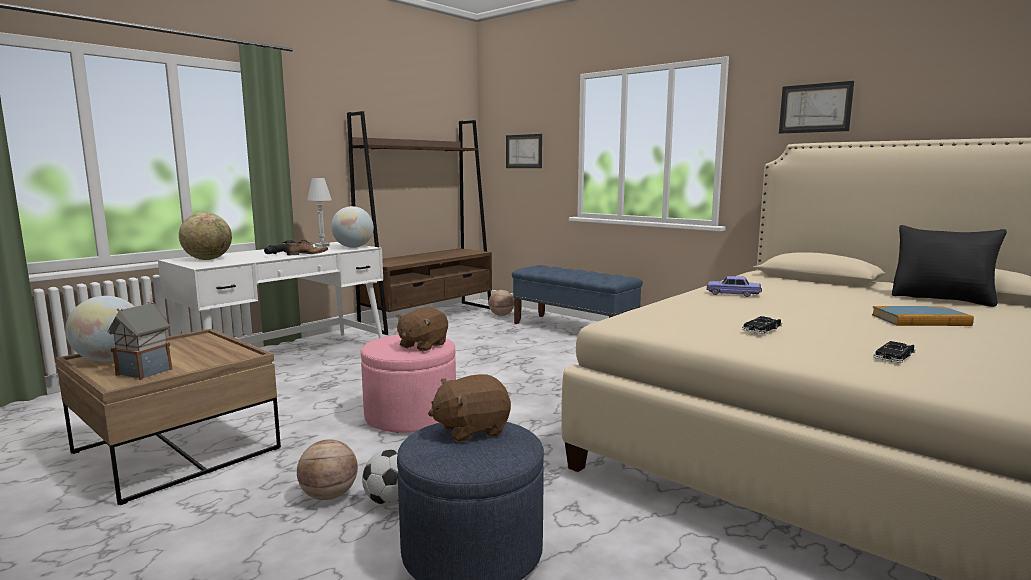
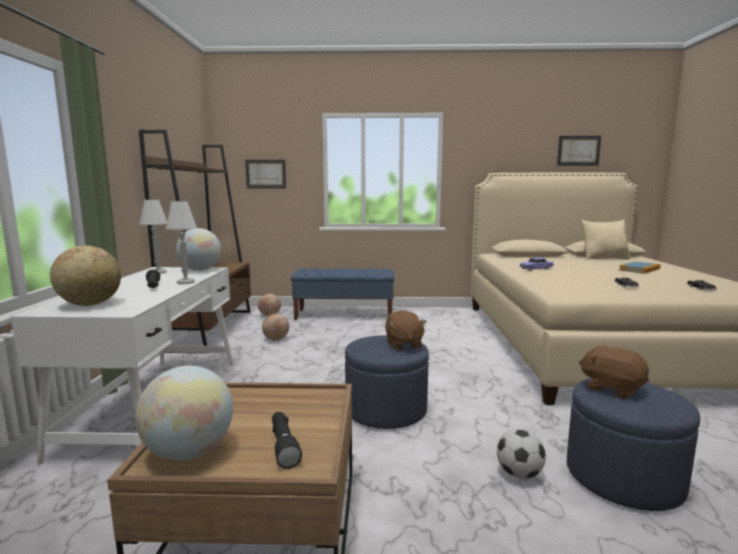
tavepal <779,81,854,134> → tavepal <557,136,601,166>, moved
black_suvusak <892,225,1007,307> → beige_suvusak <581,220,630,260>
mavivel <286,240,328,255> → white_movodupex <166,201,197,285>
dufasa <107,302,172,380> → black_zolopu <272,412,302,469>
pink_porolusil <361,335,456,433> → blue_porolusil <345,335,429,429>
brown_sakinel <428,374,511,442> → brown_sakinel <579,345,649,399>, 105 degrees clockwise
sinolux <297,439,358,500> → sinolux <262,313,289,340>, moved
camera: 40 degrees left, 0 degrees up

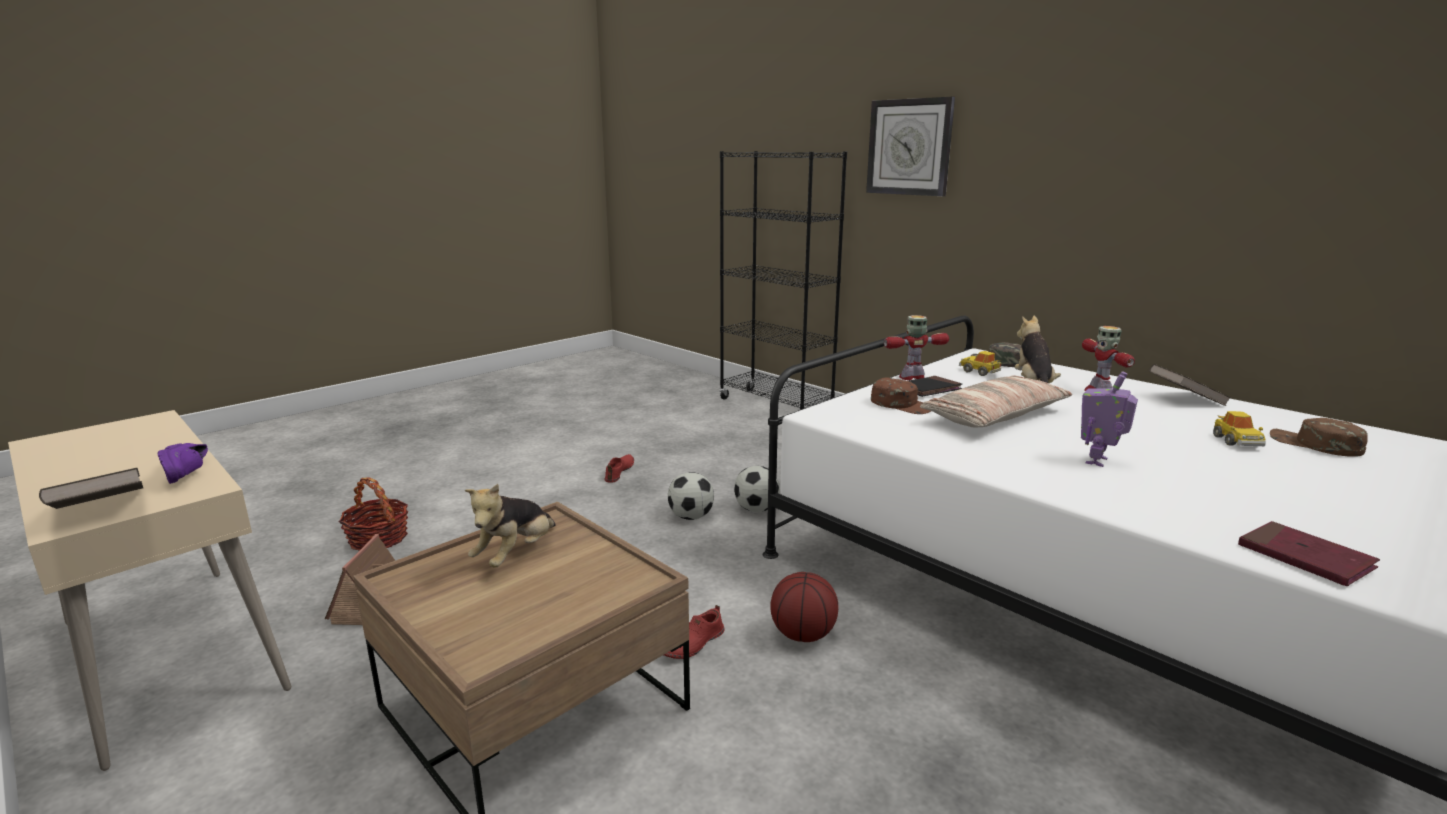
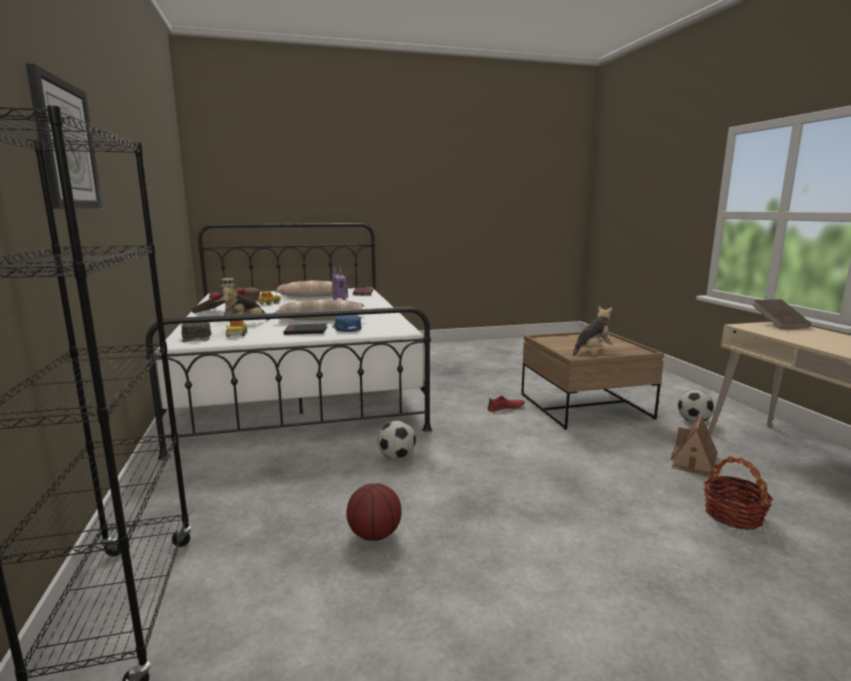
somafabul <884,315,949,380> → -
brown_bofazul <871,378,931,414> → blue_bofazul <332,315,361,332>
purple_mavivel <158,443,208,484> → -
red_mavivel <604,454,634,483> → -
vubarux <668,472,714,520> → vubarux <678,390,714,422>, moved
sinolux <770,572,838,642> → sinolux <346,483,401,541>, moved
- → suvusak <275,281,348,297>
camera: 150 degrees left, 5 degrees down

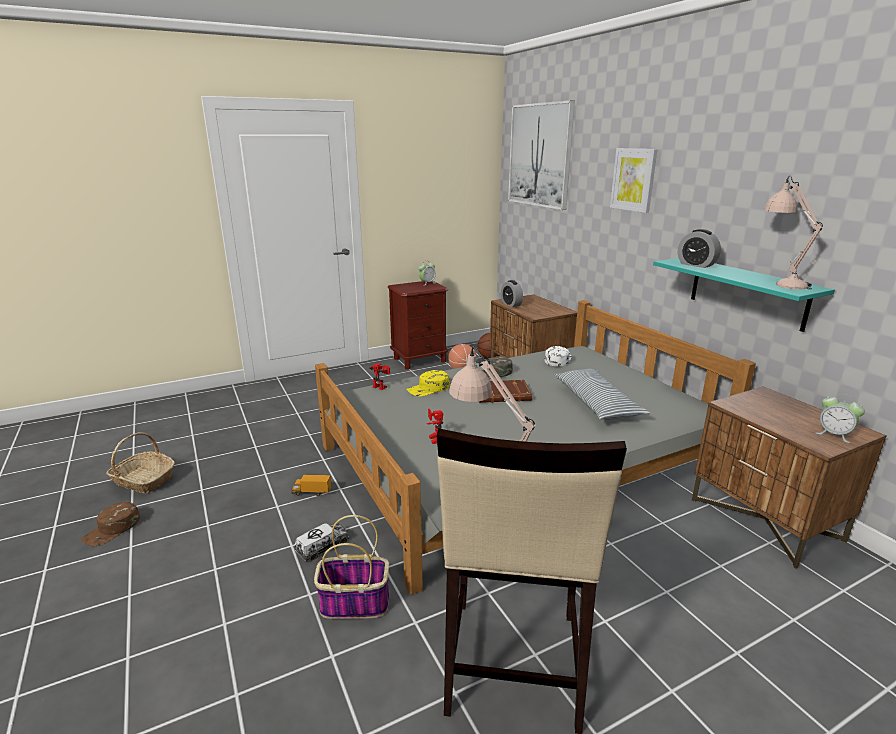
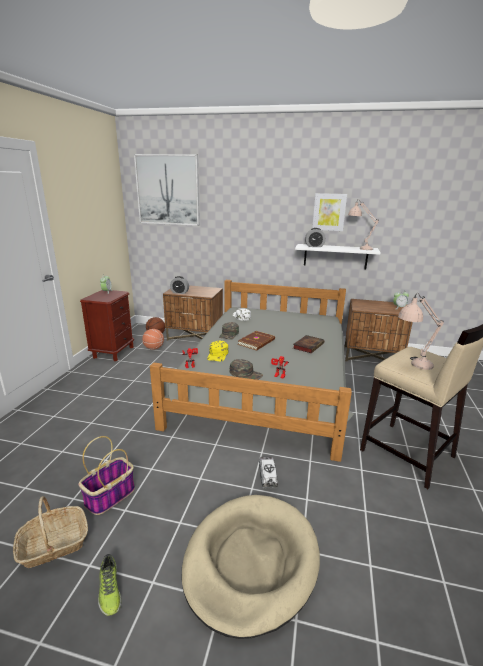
tavepal <610,148,657,213> → tavepal <312,193,347,231>, moved
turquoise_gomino <653,258,835,332> → white_gomino <295,244,381,269>
suvusak <554,369,650,420> → -
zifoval <291,474,332,496> → -
brown_bofazul <81,502,140,546> → mavivel <98,554,122,616>
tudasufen <314,515,389,619> → tudasufen <79,436,135,515>, moved
- → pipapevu <293,335,324,353>
- → green_bofazul <229,359,263,380>
- → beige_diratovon <182,495,320,639>
camera: 50 degrees left, 0 degrees up

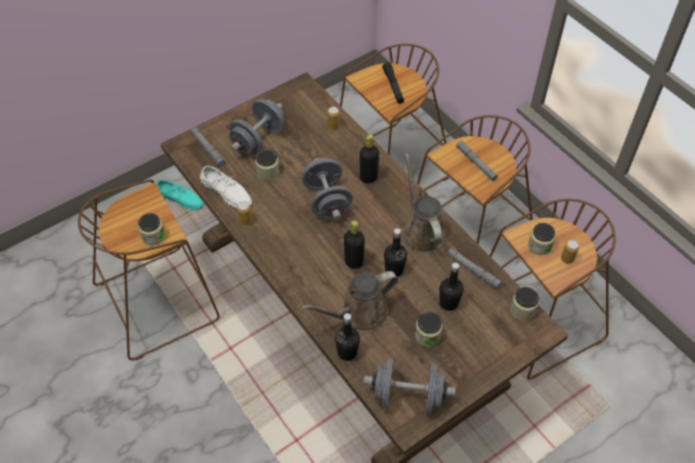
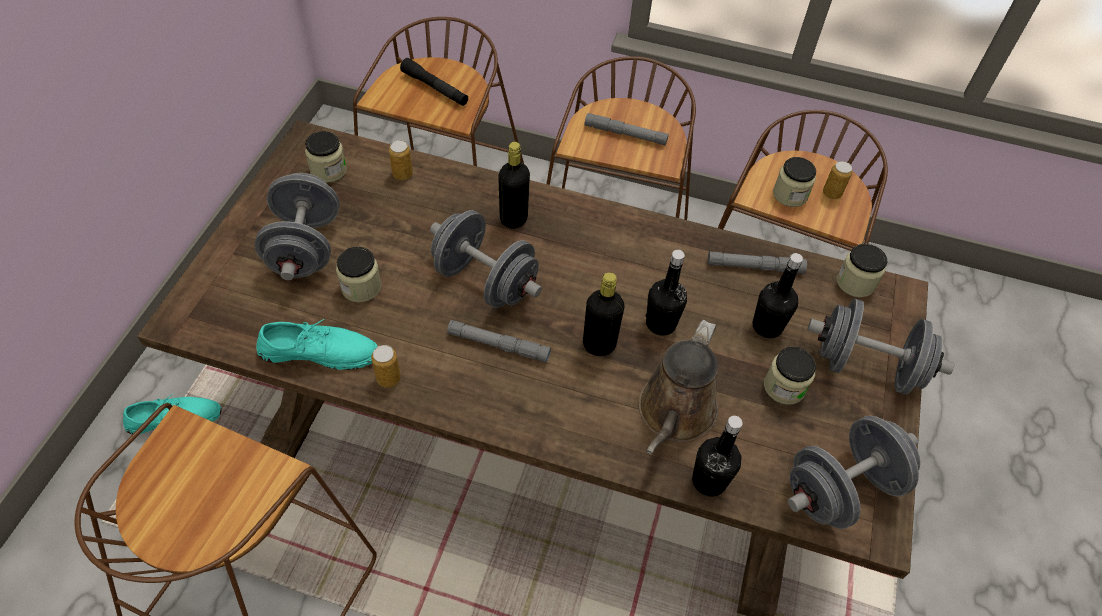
grey_zolopu <191,127,225,167> → grey_zolopu <447,320,551,363>, moved
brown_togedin <402,154,445,253> → -
white_mavivel <200,166,252,209> → turquoise_mavivel <256,319,378,370>
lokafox <138,213,165,246> → lokafox <305,131,347,183>, moved
- → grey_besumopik <807,299,954,395>
camera: 40 degrees left, 0 degrees up

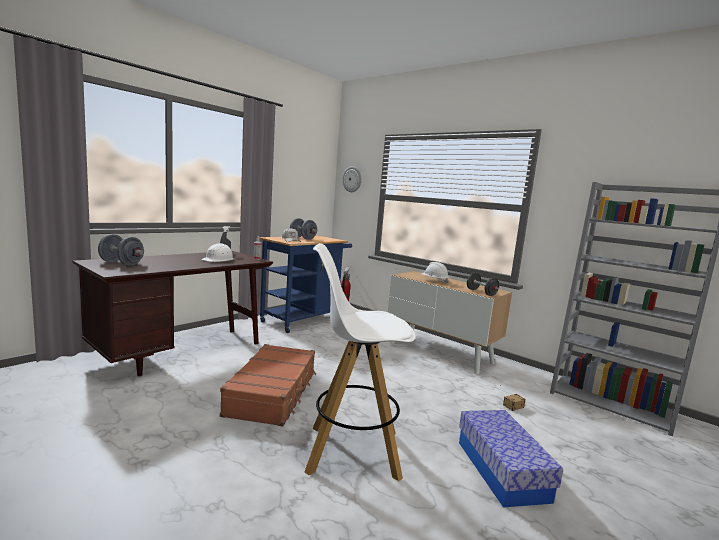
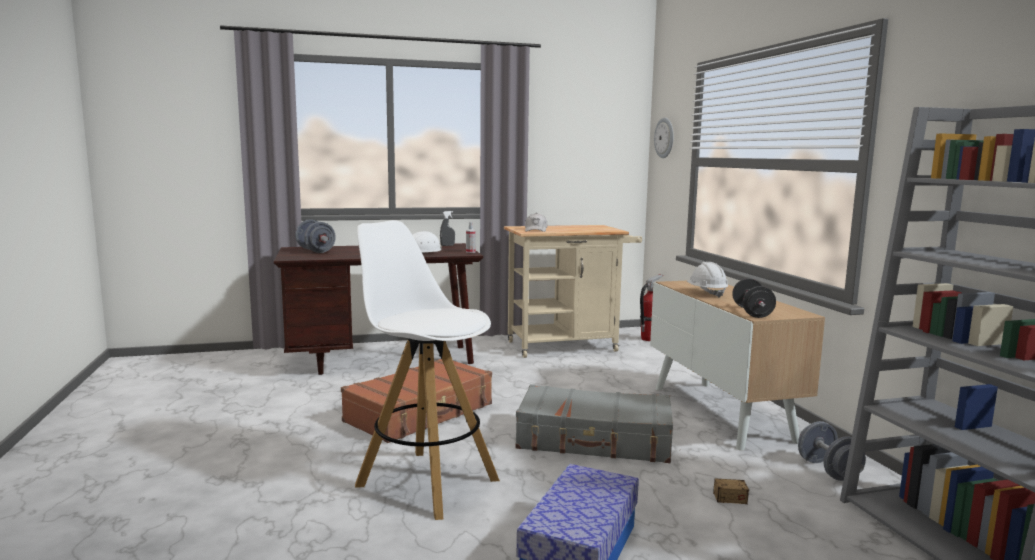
grey_besumopik <290,218,317,240> → grey_besumopik <798,421,866,481>, moved
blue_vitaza <259,235,352,333> → beige_vitaza <504,225,642,358>
- → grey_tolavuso <515,384,673,463>
camera: 35 degrees right, 0 degrees up

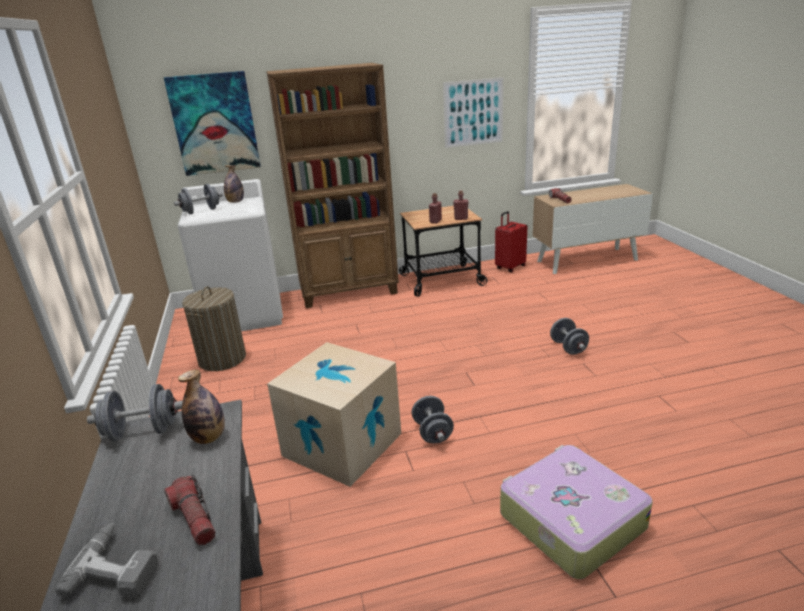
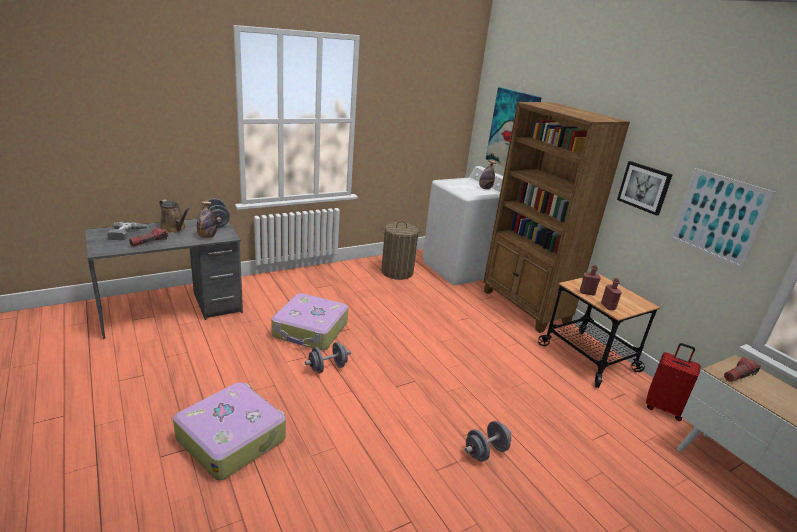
grey_besumopik <174,184,223,214> → -
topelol <267,342,401,487> → tolavuso <271,293,348,350>
- → tavepal <617,161,673,216>
- → brown_togedin <159,199,189,233>
camera: 70 degrees right, 0 degrees up

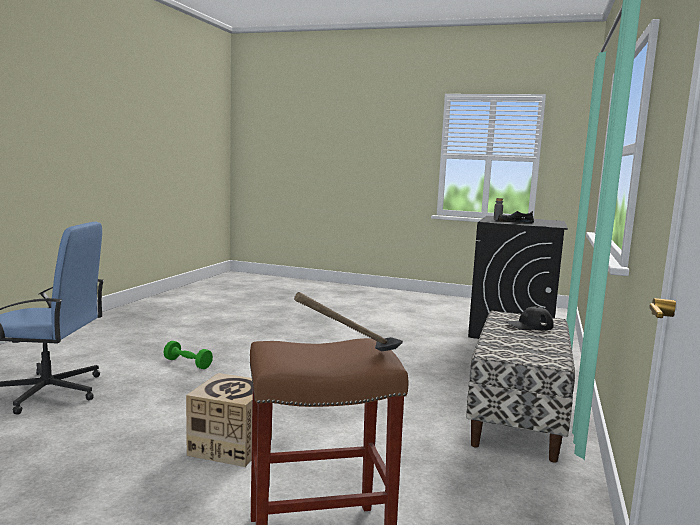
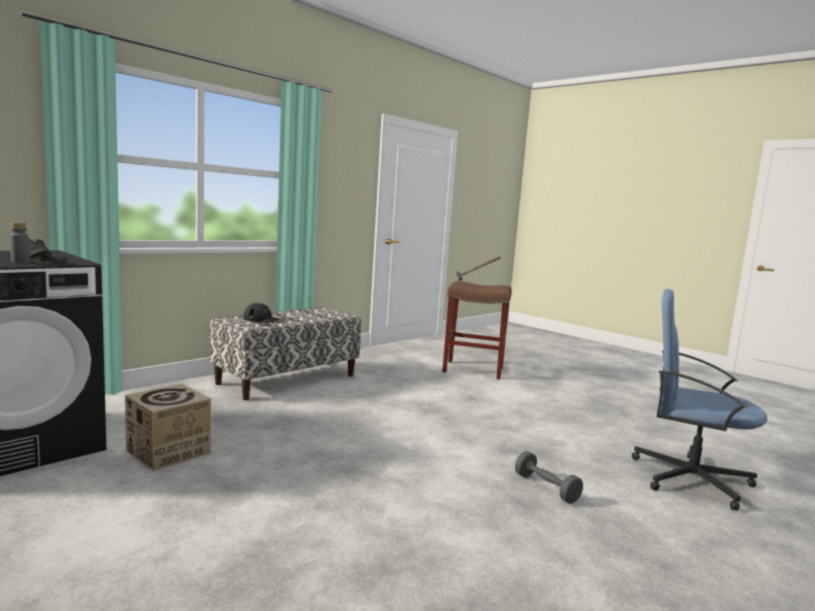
green_besumopik <163,341,213,369> → grey_besumopik <515,451,583,504>
topelol <186,373,272,467> → topelol <125,384,211,471>, moved
camera: 155 degrees left, 0 degrees up

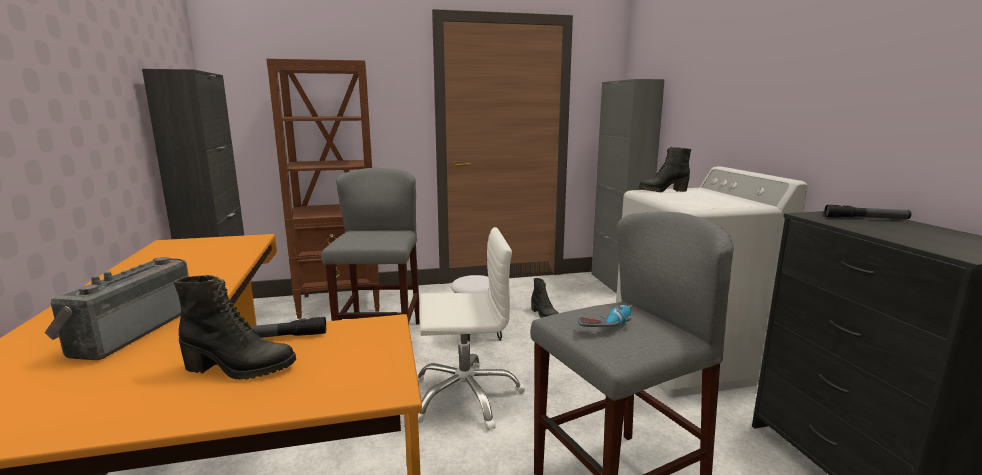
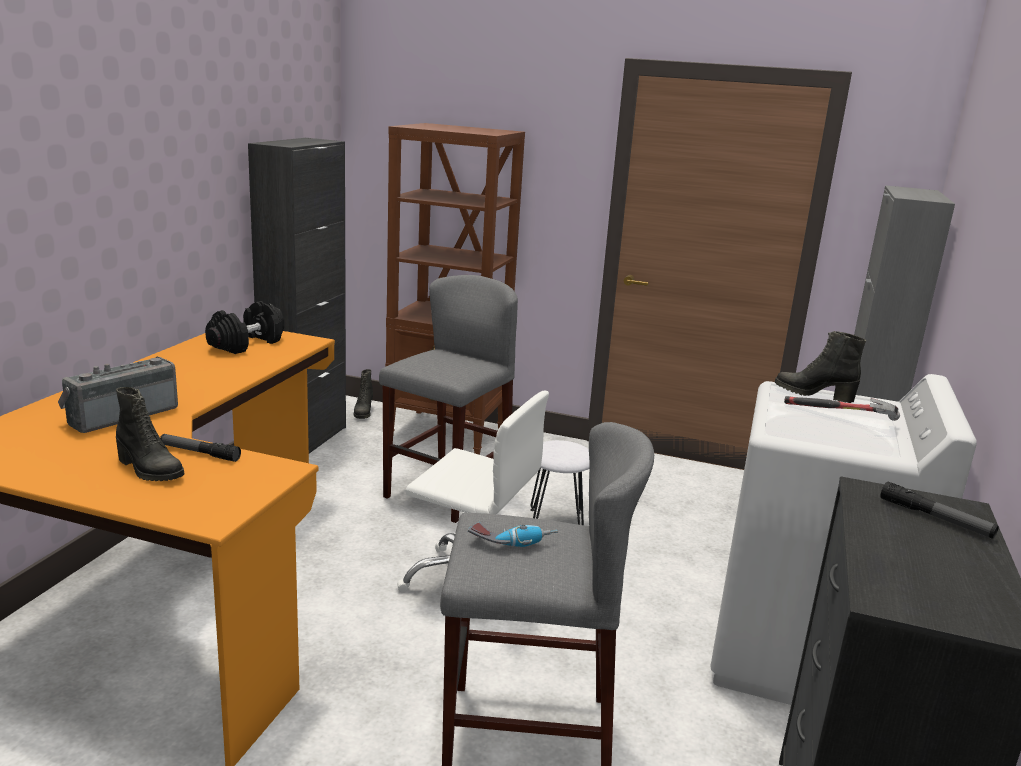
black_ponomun <531,278,558,318> → black_ponomun <354,369,373,419>, moved
- → black_besumopik <205,301,284,354>
- → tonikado <784,396,900,421>
camera: 30 degrees right, 5 degrees up

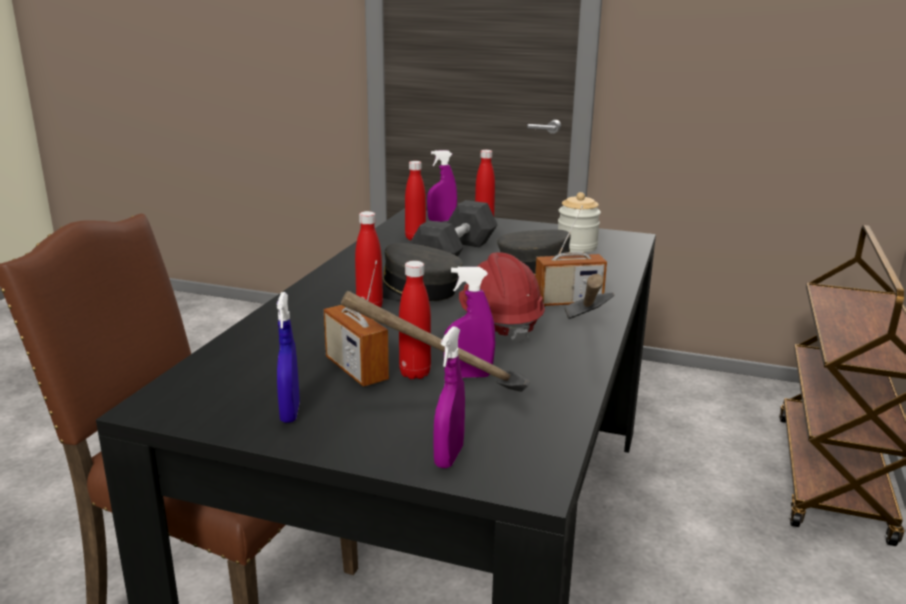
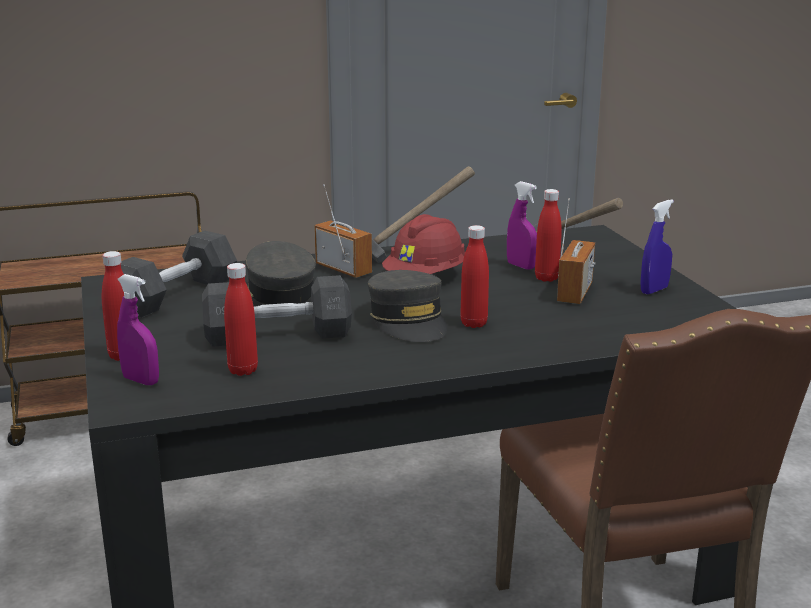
lokafox <558,192,601,253> → grey_besumopik <121,231,237,317>
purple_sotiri <433,326,465,468> → -
camera: 125 degrees left, 0 degrees up

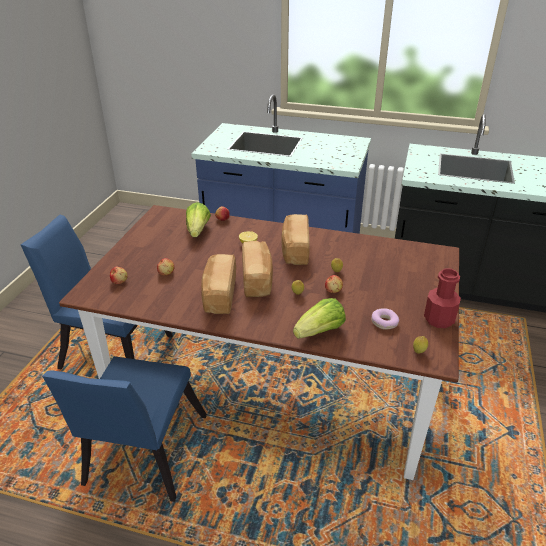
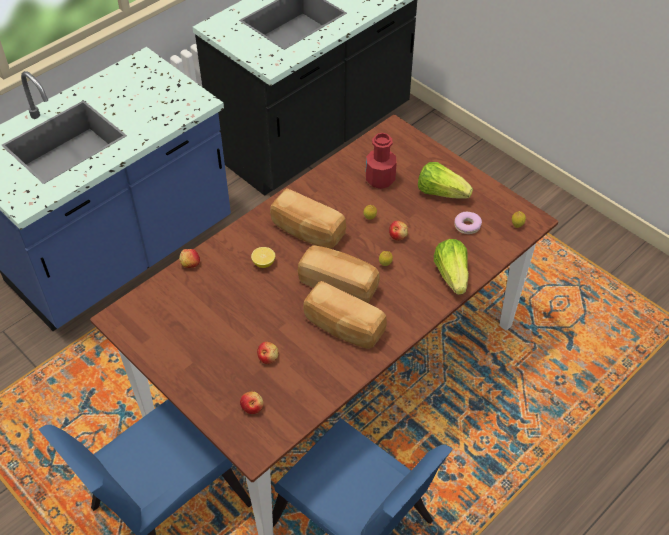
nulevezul <186,202,211,237> → nulevezul <418,162,473,199>, moved
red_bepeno <424,268,461,328> → red_bepeno <366,133,397,189>, moved
camera: 60 degrees left, 15 degrees up

